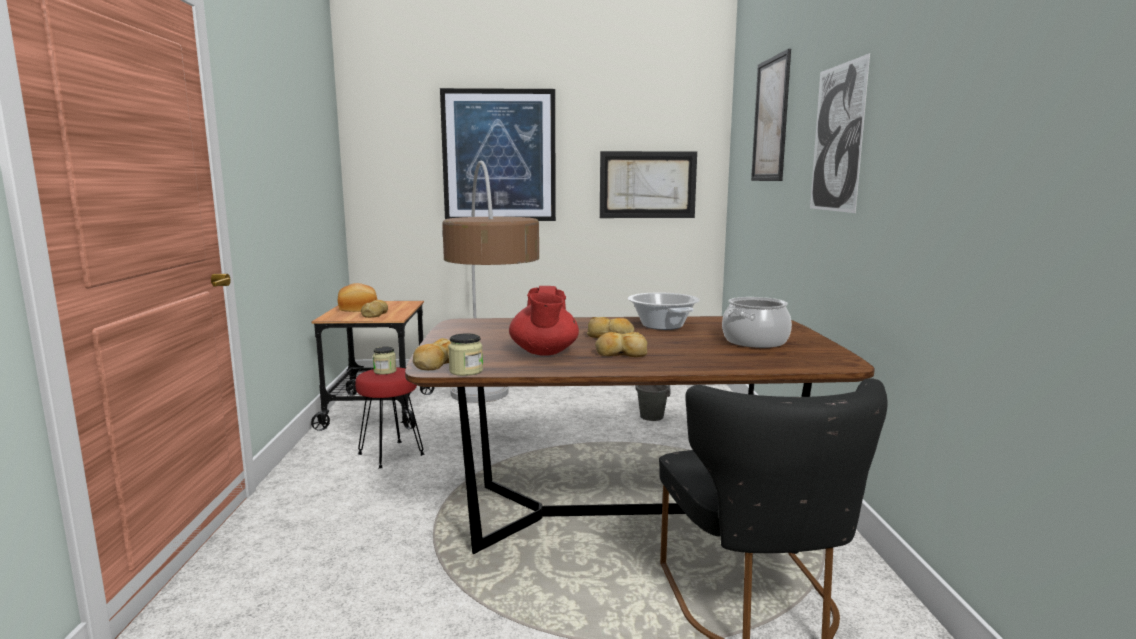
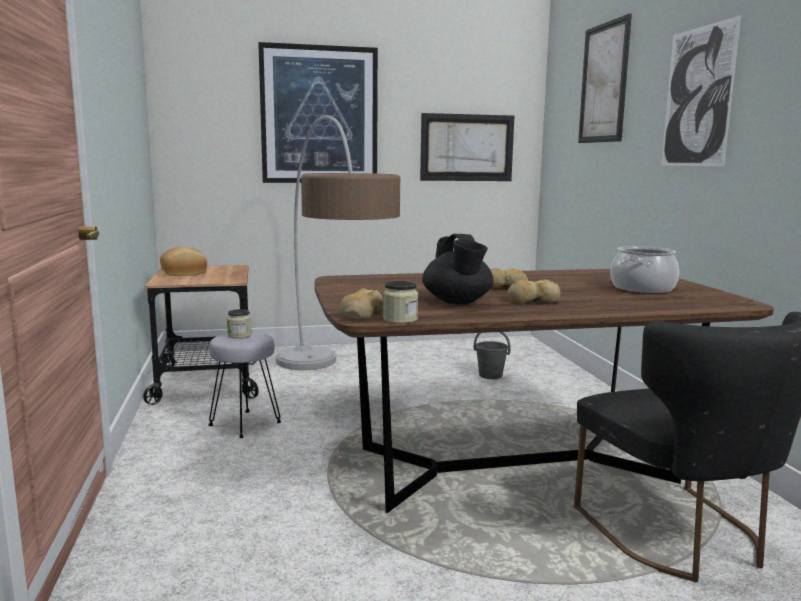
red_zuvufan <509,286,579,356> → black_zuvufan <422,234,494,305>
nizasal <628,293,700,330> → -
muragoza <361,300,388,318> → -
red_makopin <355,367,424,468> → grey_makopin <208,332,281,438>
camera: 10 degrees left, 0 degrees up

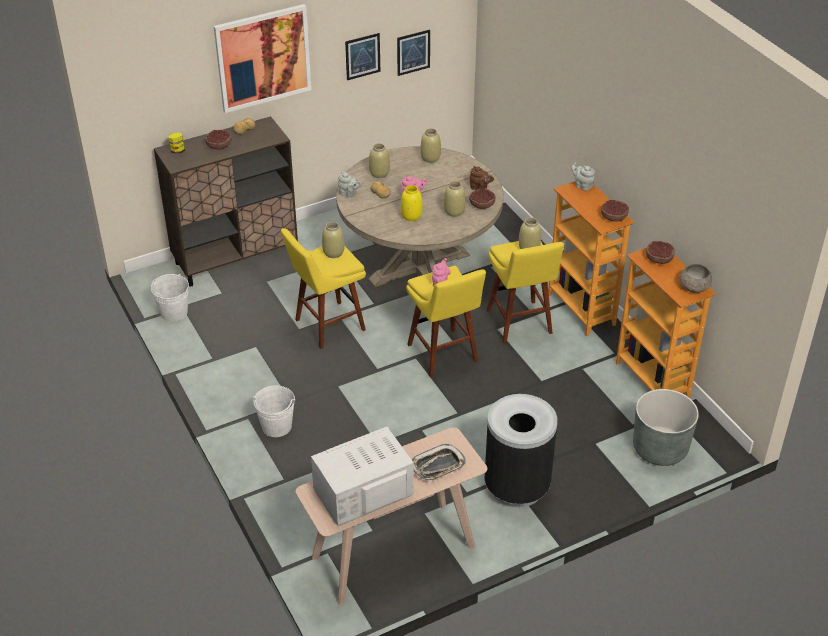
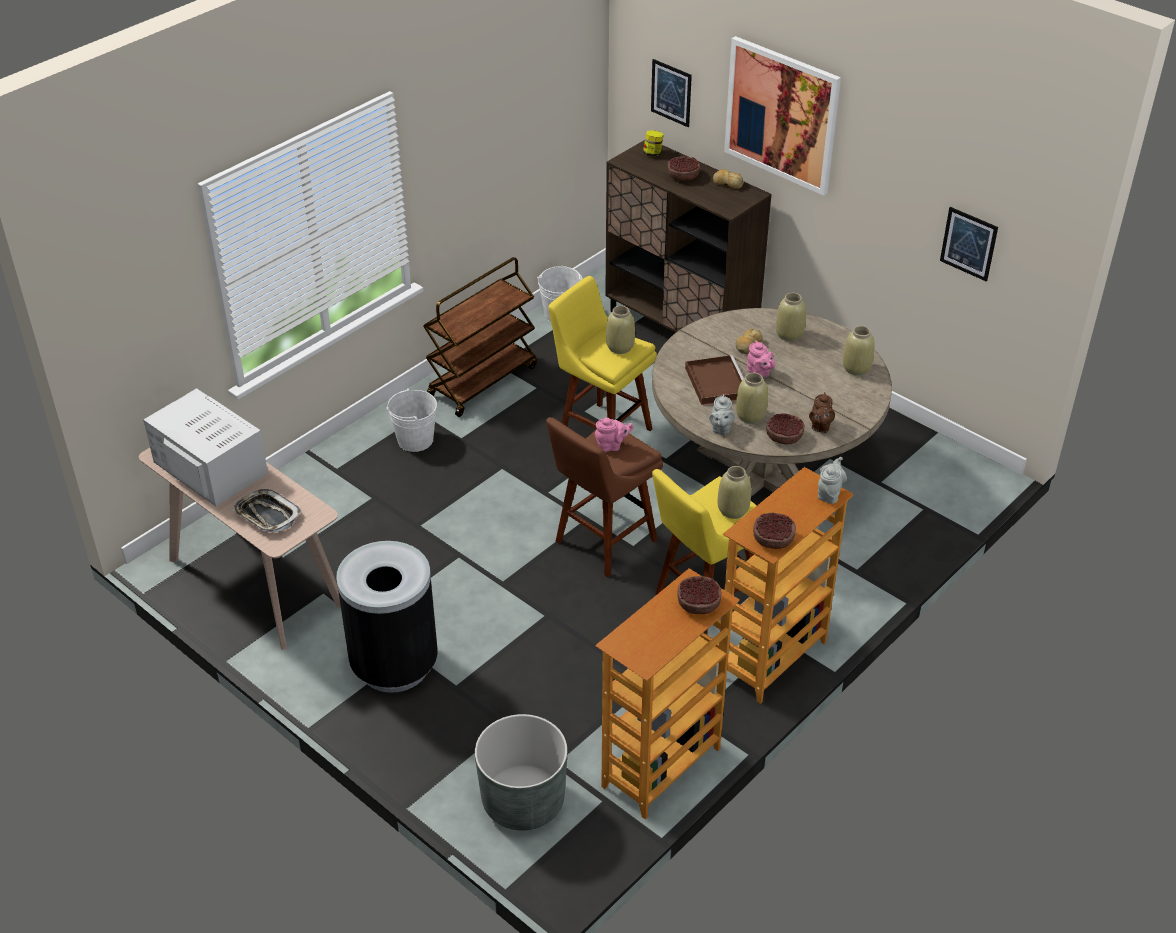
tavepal <345,33,380,80> → tavepal <651,59,692,127>, moved
grey_zuvufan <338,172,362,197> → grey_zuvufan <709,394,735,435>, moved
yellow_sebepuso <401,185,422,221> → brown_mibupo <685,355,744,405>
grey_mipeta <679,264,712,293> → -
yellow_makopin <406,266,486,378> → brown_makopin <546,417,663,578>
- → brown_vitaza <423,257,537,417>
camera: 70 degrees right, 0 degrees up

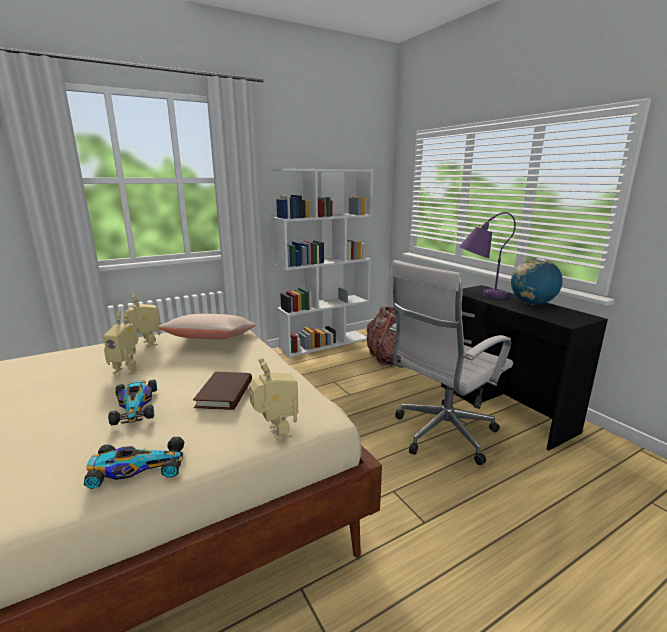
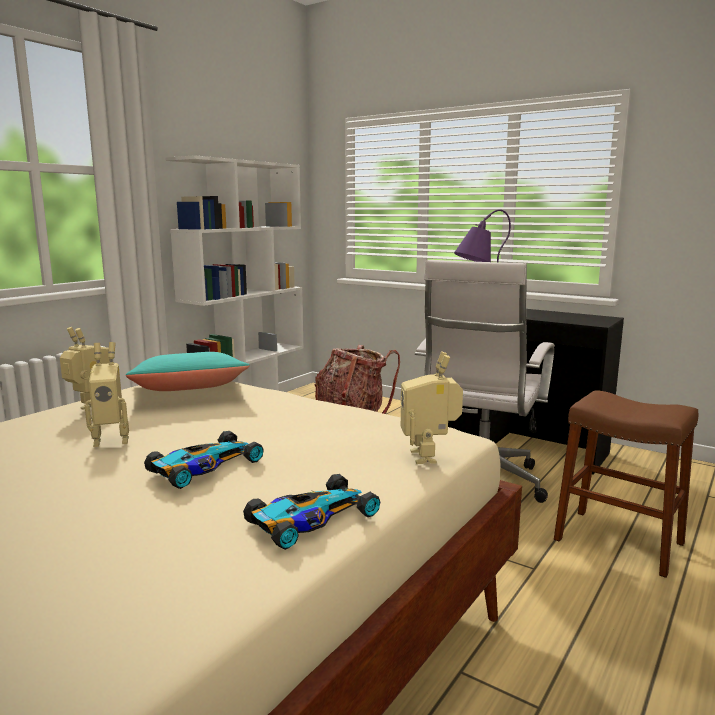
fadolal <511,258,563,305> → -
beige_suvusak <157,314,256,339> → turquoise_suvusak <126,352,250,391>
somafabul <249,357,298,440> → somafabul <401,351,463,464>, 135 degrees counterclockwise
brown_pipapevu <193,372,252,410> → -
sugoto <108,380,157,425> → sugoto <144,431,264,489>, 90 degrees counterclockwise
- → brown_makopin <554,390,698,578>
camera: 25 degrees left, 5 degrees down

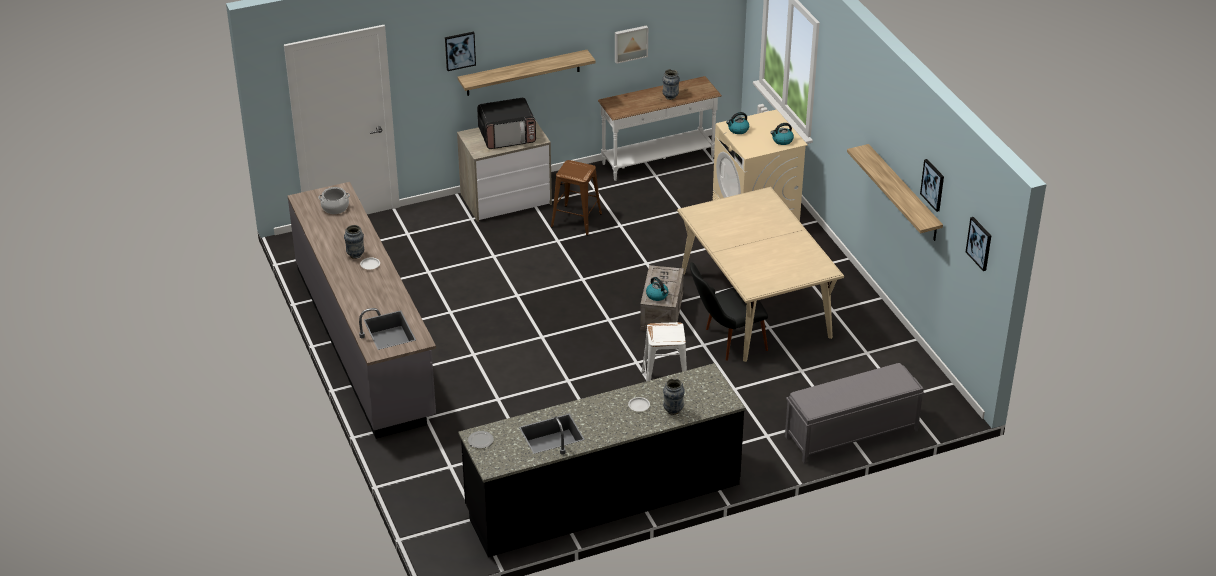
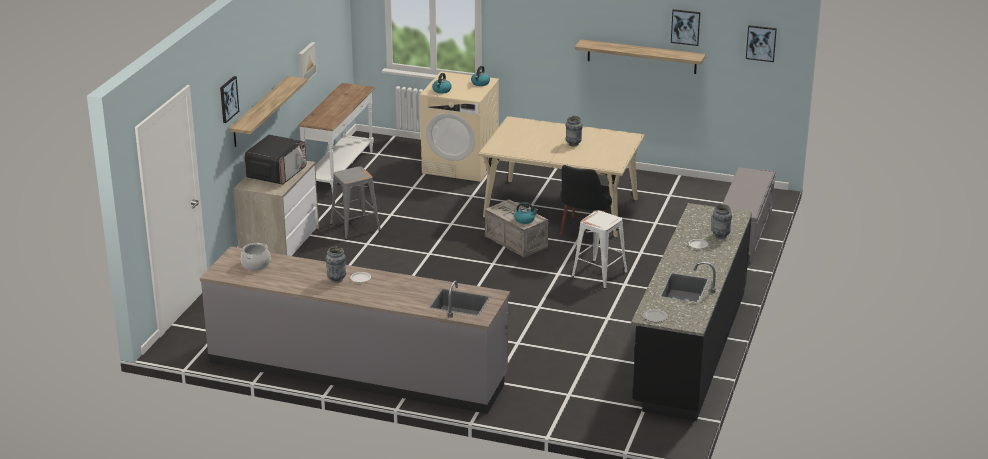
sebepuso <662,69,680,100> → sebepuso <566,116,583,147>, moved
brown_makopin <551,160,602,236> → grey_makopin <330,166,381,240>
camera: 50 degrees left, 10 degrees down

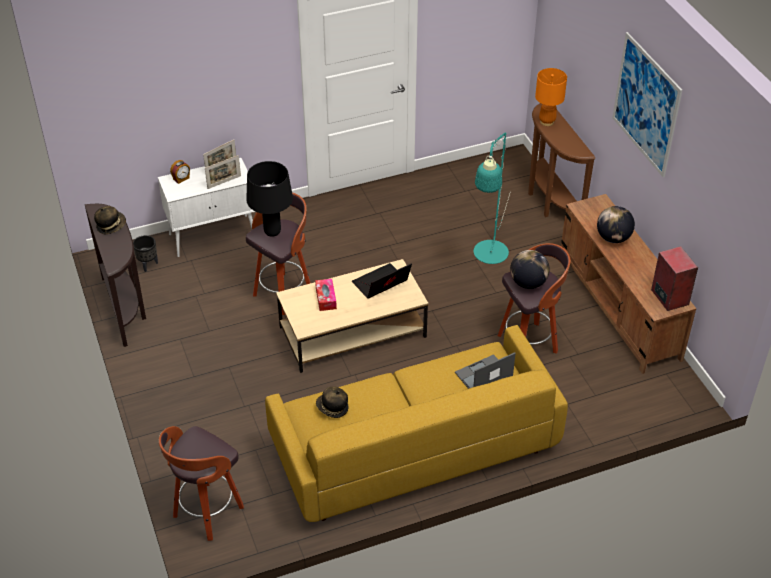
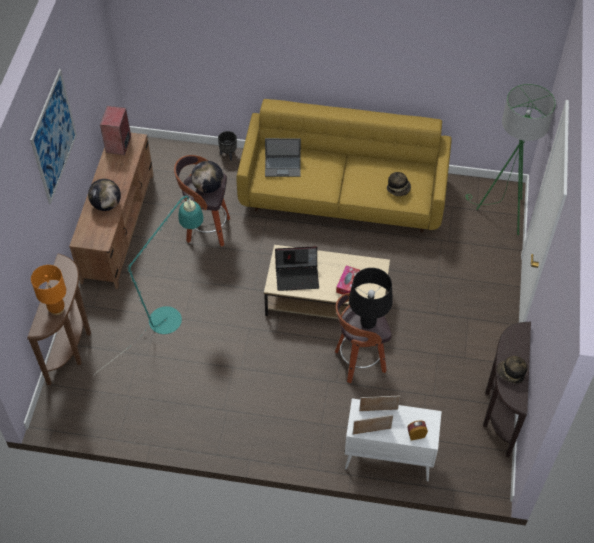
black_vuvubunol <133,235,158,272> → black_vuvubunol <218,131,237,161>, moved
makopin <159,426,244,541> → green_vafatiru <465,84,556,235>
camera: 150 degrees left, 10 degrees up

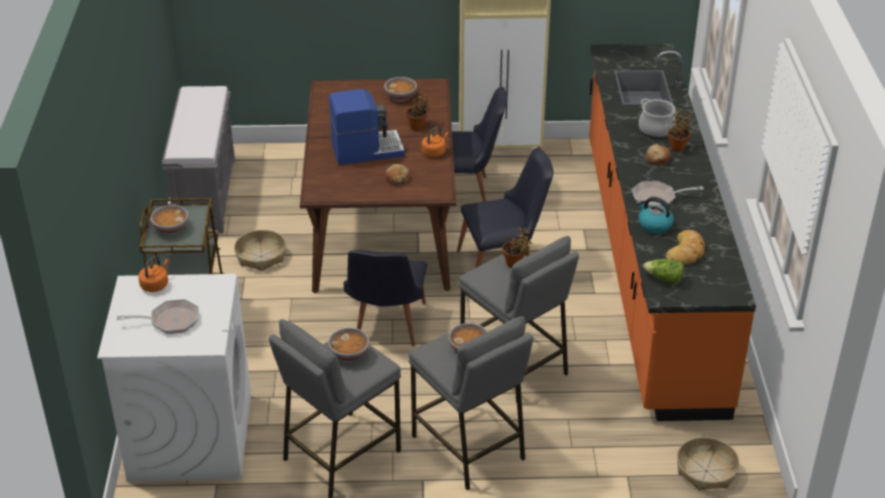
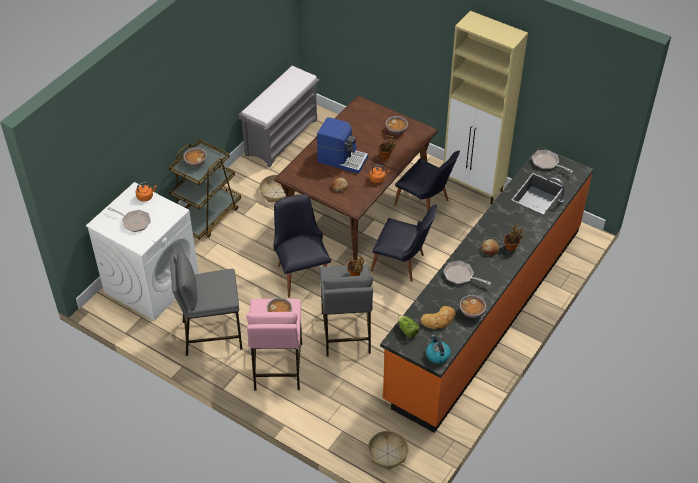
nizasal <639,98,677,138> → -
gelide <636,197,674,234> → gelide <426,335,451,364>, moved
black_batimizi <344,250,427,346> → black_batimizi <273,194,331,298>, 120 degrees clockwise
grey_makopin <409,316,533,490> → pink_makopin <246,299,302,391>
mipeta <328,328,369,362> → mipeta <460,295,486,318>, moved
- → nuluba <532,150,573,173>
camera: 35 degrees right, 10 degrees up

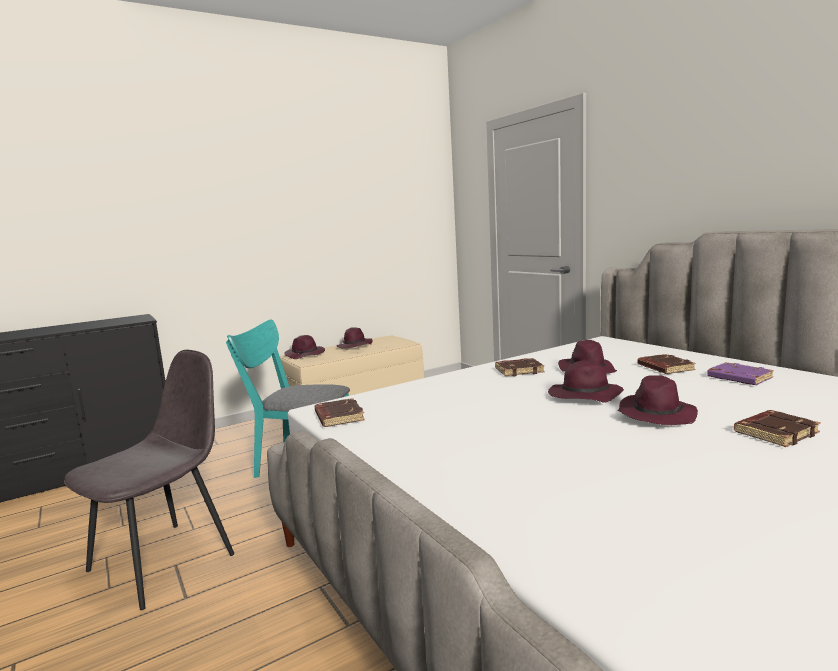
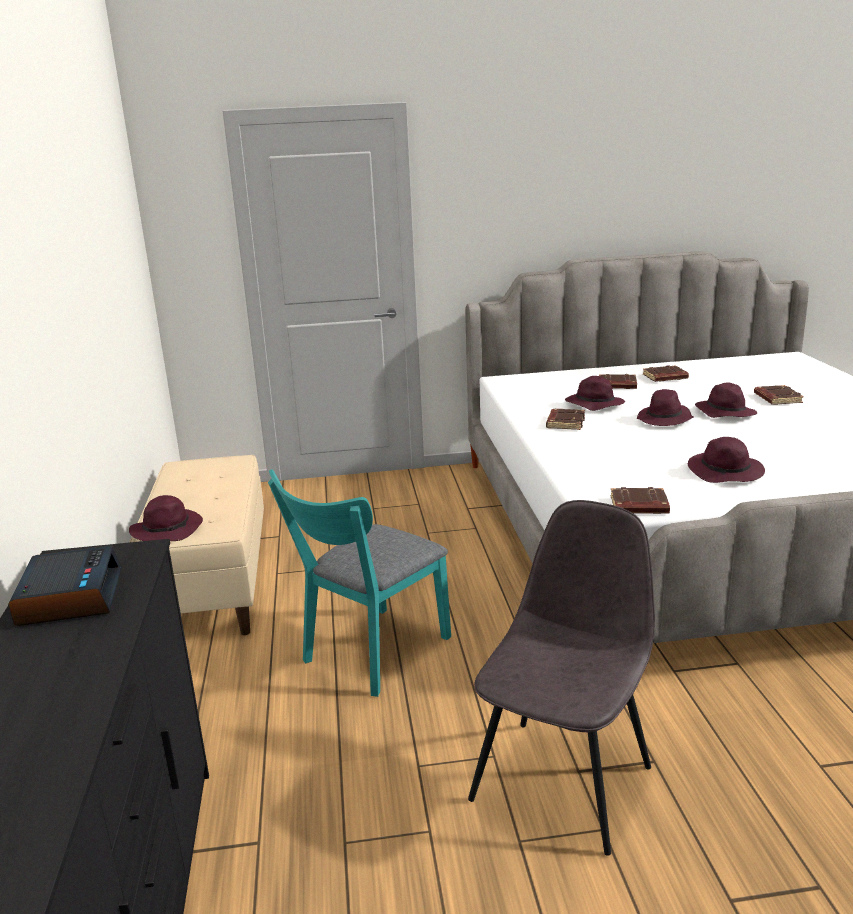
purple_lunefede <336,327,372,348> → purple_lunefede <688,437,765,483>, moved
grey_batimizi <64,350,234,610> → grey_batimizi <468,500,655,856>, 60 degrees clockwise
purple_pipapevu <707,362,774,385> → brown_pipapevu <643,365,689,382>
- → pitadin <8,546,122,626>
camera: 65 degrees left, 10 degrees up

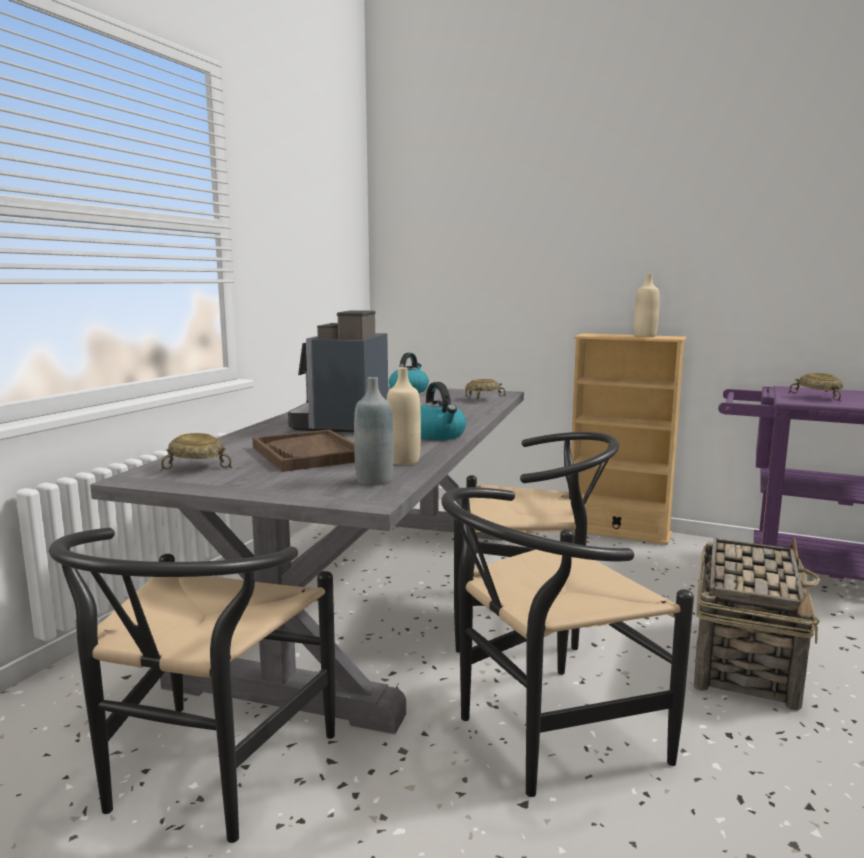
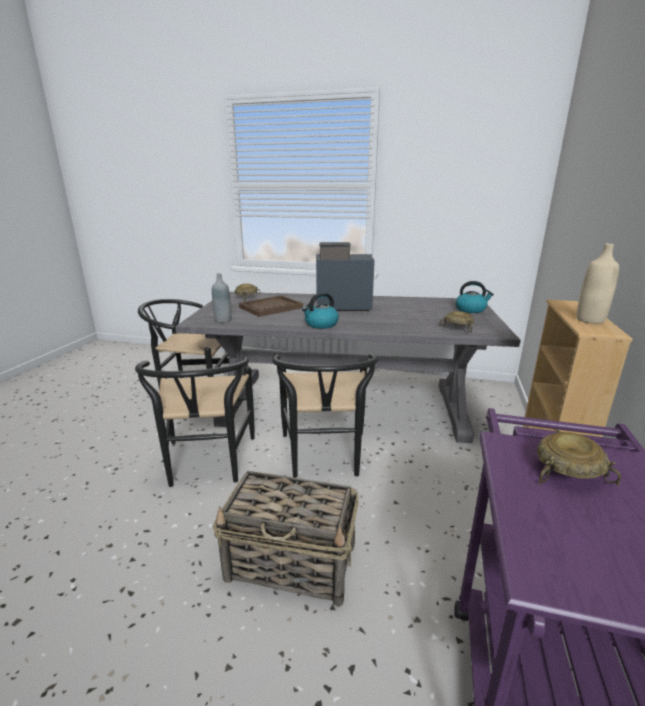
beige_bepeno <386,367,421,465> → -
black_batimizi <441,487,694,797> → black_batimizi <135,356,255,487>, 150 degrees counterclockwise
camera: 80 degrees right, 10 degrees up

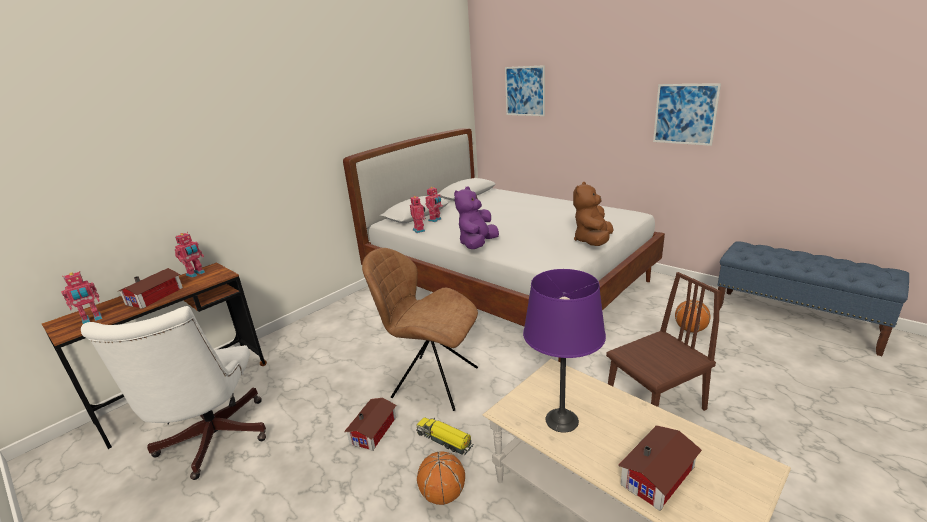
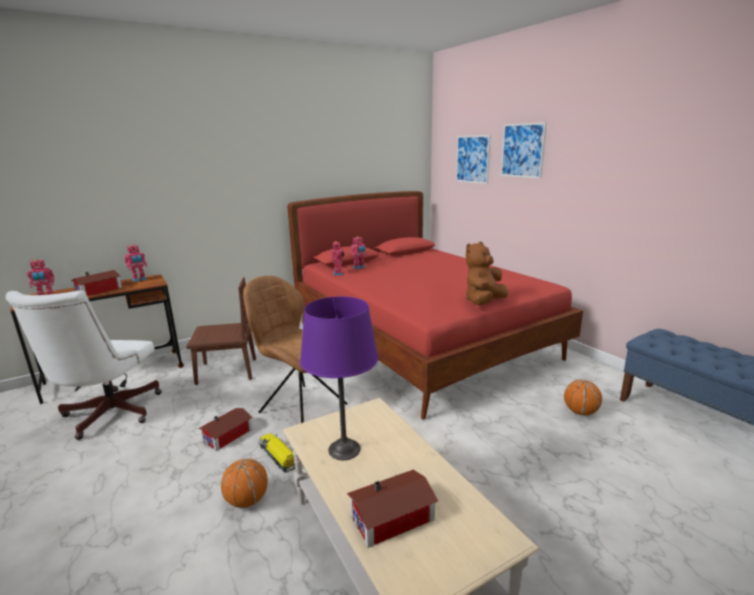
tavepal <653,83,721,146> → tavepal <501,122,546,178>, moved
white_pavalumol <343,128,665,362> → red_pavalumol <287,191,583,420>
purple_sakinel <454,187,499,249> → -
brown_batimizi <606,272,720,411> → brown_batimizi <186,277,256,385>, moved
camera: 15 degrees right, 5 degrees down

